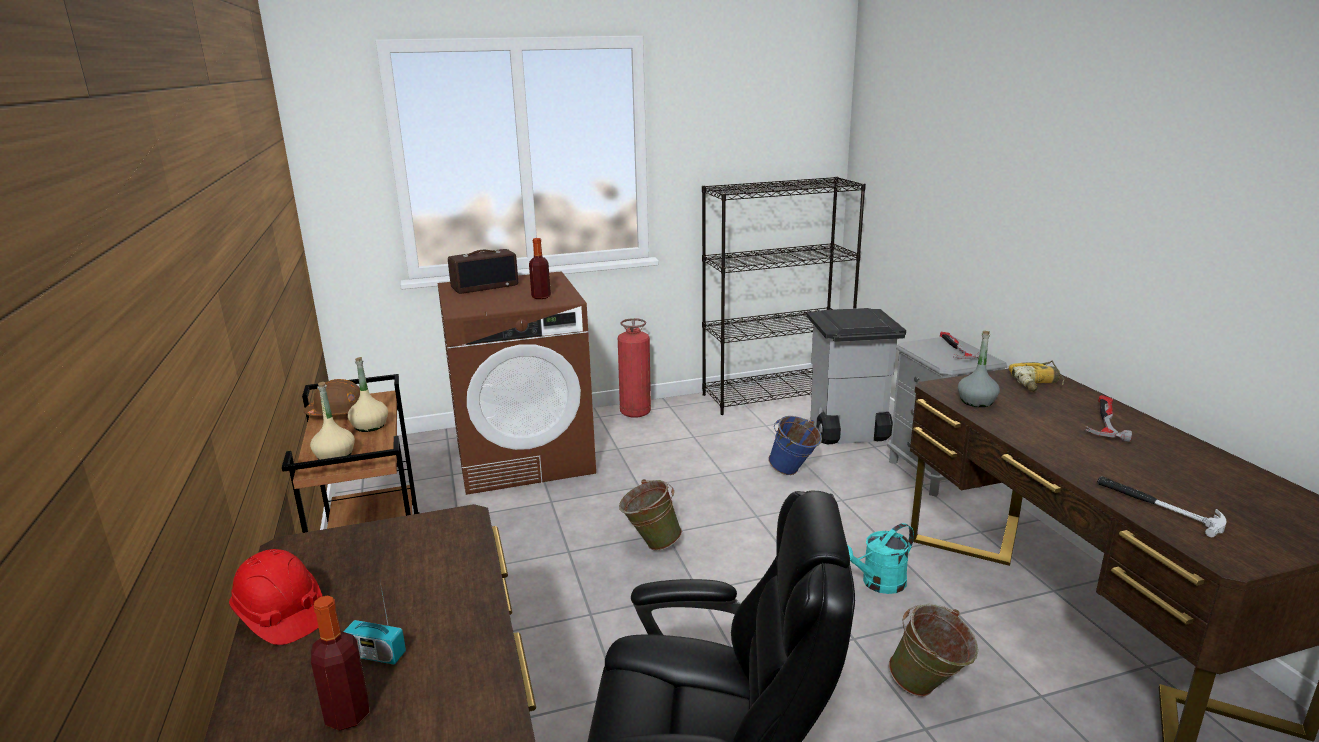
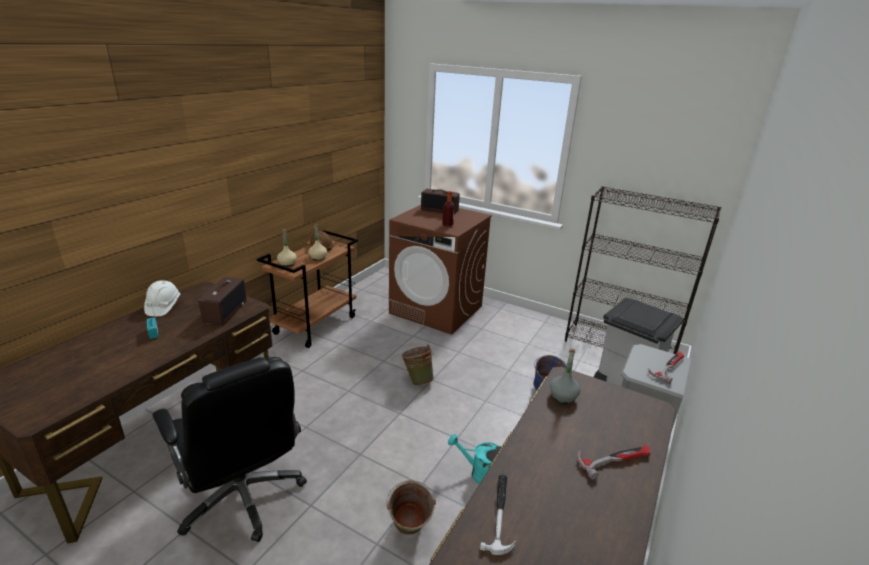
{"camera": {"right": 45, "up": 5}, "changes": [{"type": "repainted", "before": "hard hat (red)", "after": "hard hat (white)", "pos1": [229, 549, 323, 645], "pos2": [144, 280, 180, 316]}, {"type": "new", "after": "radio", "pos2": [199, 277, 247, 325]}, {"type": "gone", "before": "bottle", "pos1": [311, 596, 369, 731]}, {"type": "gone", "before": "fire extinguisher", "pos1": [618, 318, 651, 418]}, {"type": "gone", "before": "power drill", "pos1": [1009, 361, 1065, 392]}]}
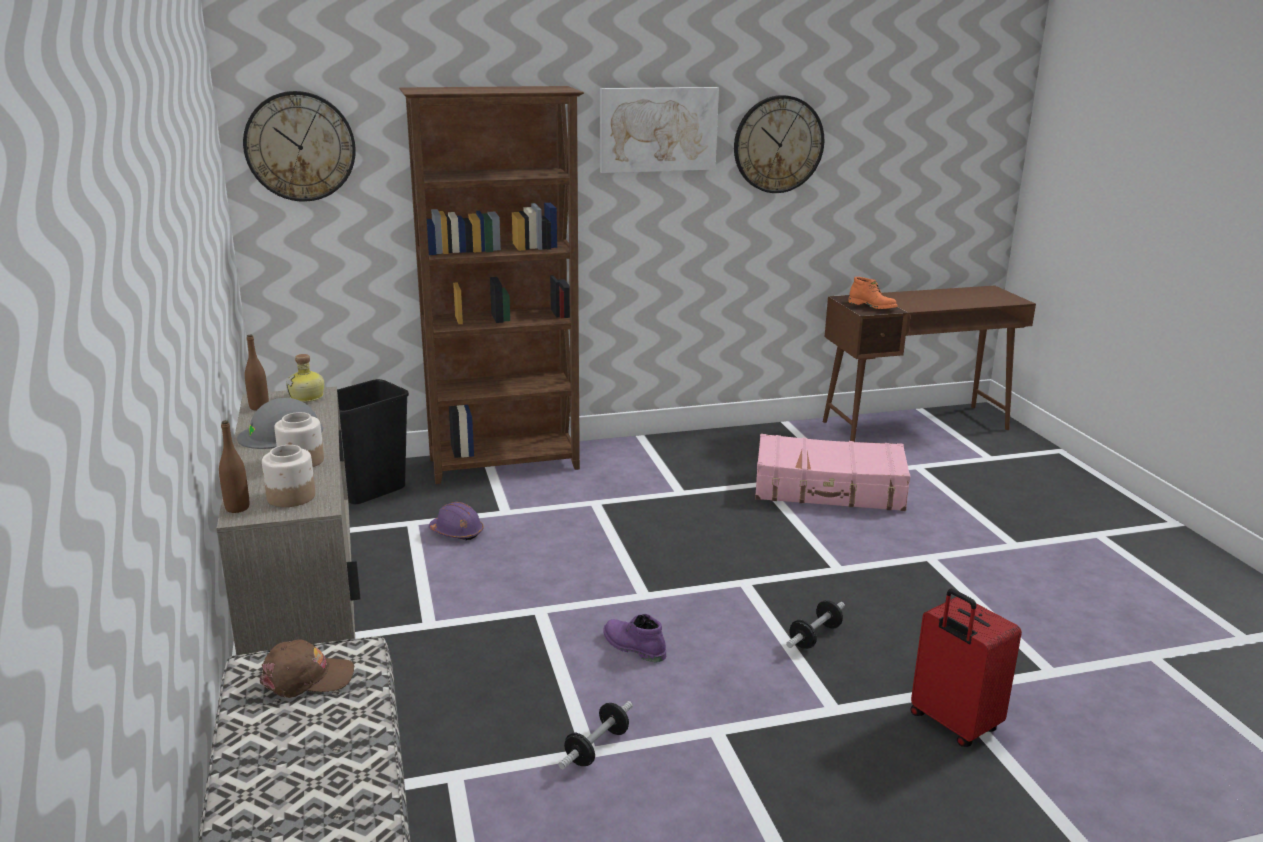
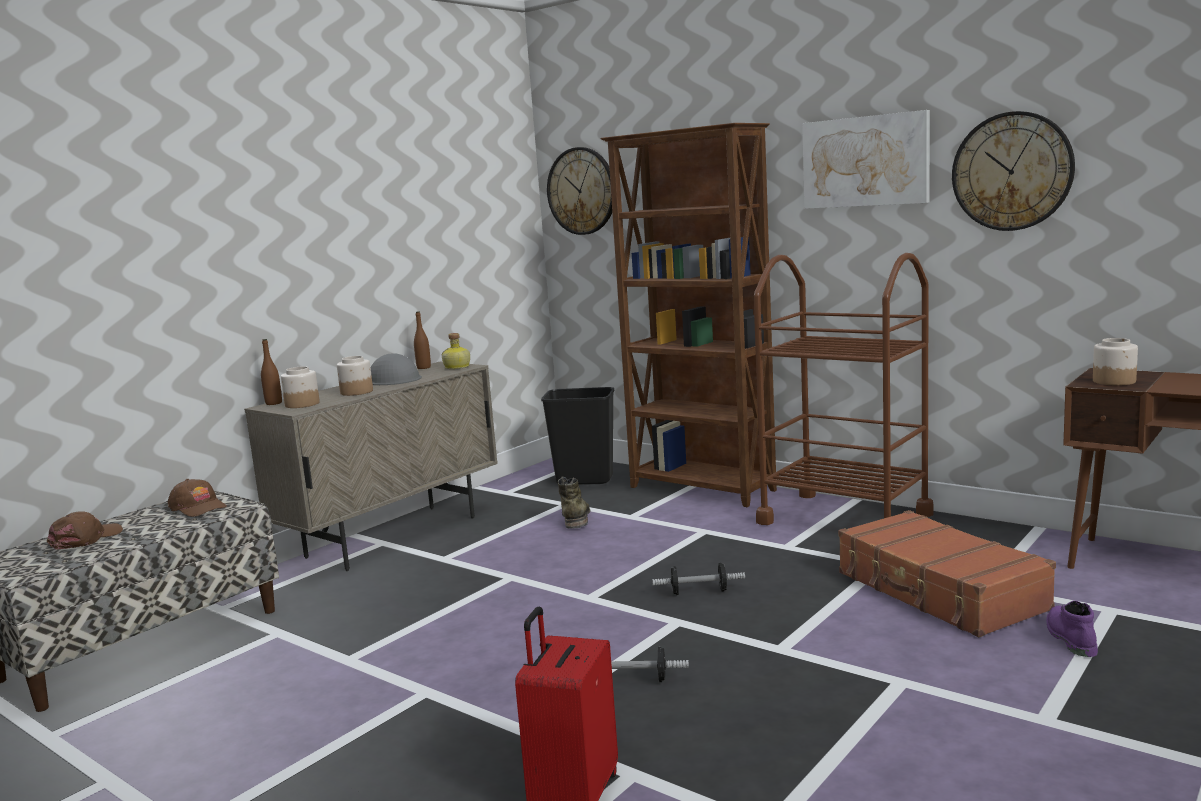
{"camera": {"right": 55, "up": -10}, "changes": [{"type": "new", "after": "cap (brown)", "pos2": [47, 511, 123, 550]}, {"type": "swapped", "before": "hard hat (purple)", "after": "boot (green)", "pos1": [429, 502, 484, 540], "pos2": [558, 476, 591, 529]}, {"type": "shifted", "before": "dumbbell", "pos1": [558, 701, 633, 769], "pos2": [652, 563, 745, 595]}, {"type": "new", "after": "cart (brown)", "pos2": [754, 253, 934, 525]}, {"type": "repainted", "before": "suitcase (pink)", "after": "suitcase (brown)", "pos1": [755, 434, 911, 511], "pos2": [838, 510, 1056, 637]}, {"type": "shifted", "before": "boot (purple)", "pos1": [603, 614, 666, 662], "pos2": [1047, 601, 1098, 657]}, {"type": "swapped", "before": "boot (orange)", "after": "jar", "pos1": [848, 277, 897, 309], "pos2": [1093, 338, 1138, 385]}]}
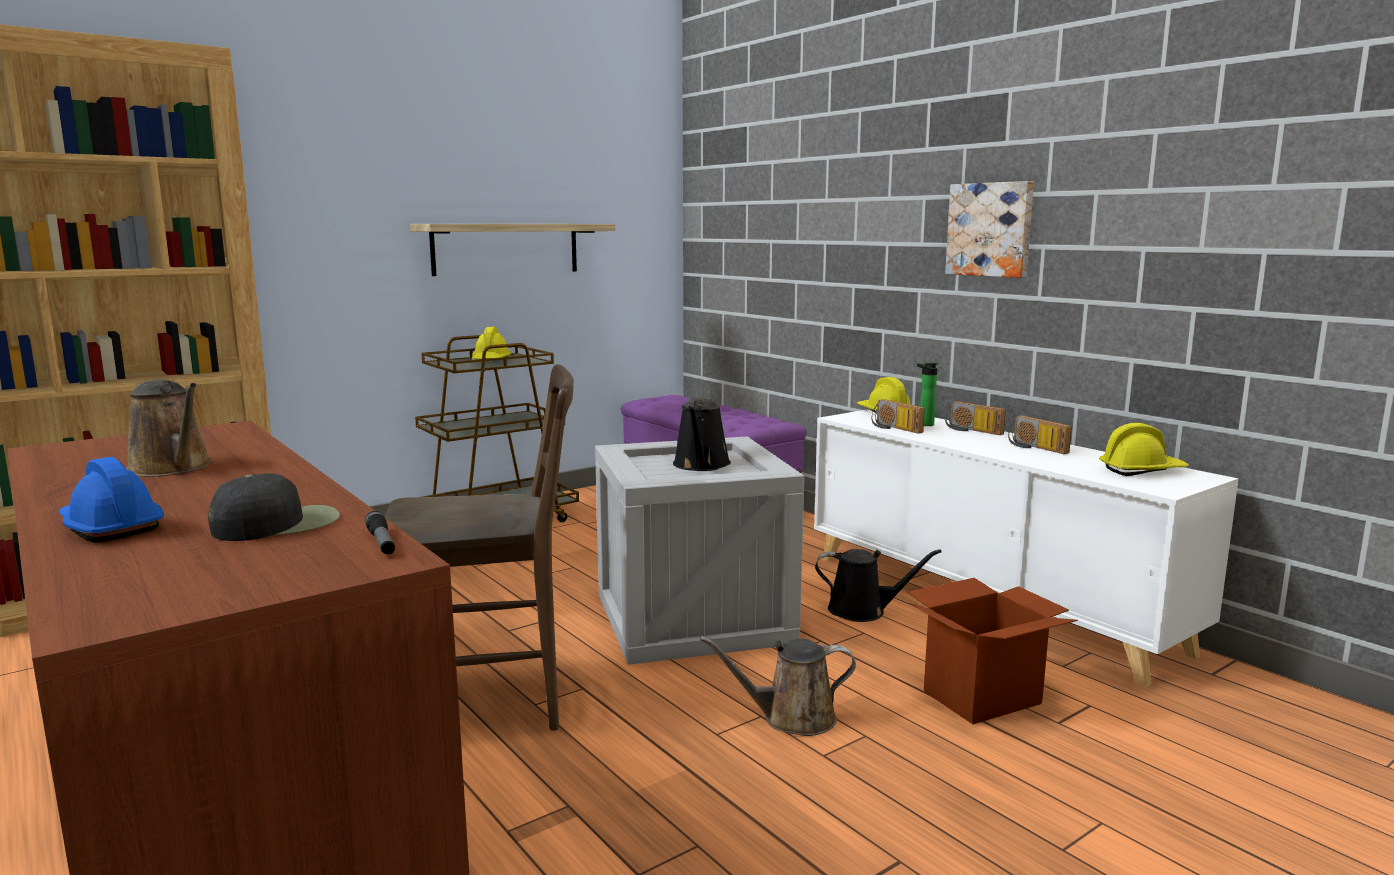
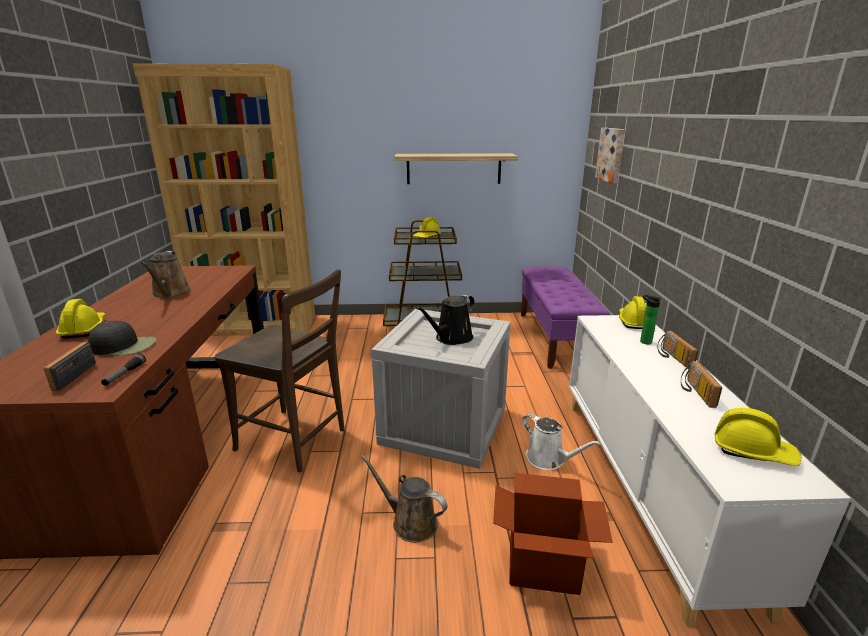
{"camera": {"right": 35, "up": 10}, "changes": [{"type": "shifted", "before": "radio", "pos1": [871, 399, 925, 434], "pos2": [43, 342, 96, 391]}, {"type": "repainted", "before": "hard hat (blue)", "after": "hard hat (yellow)", "pos1": [59, 457, 164, 543], "pos2": [56, 299, 105, 338]}, {"type": "repainted", "before": "watering can (black)", "after": "watering can (white)", "pos1": [815, 549, 942, 622], "pos2": [522, 413, 600, 470]}, {"type": "shifted", "before": "picture", "pos1": [945, 181, 1034, 278], "pos2": [595, 128, 625, 184]}]}
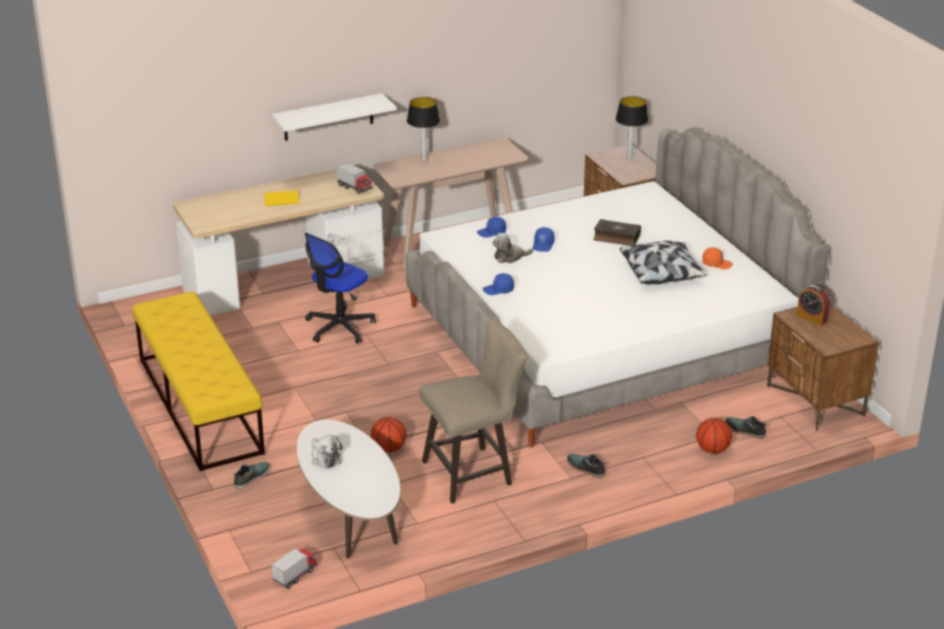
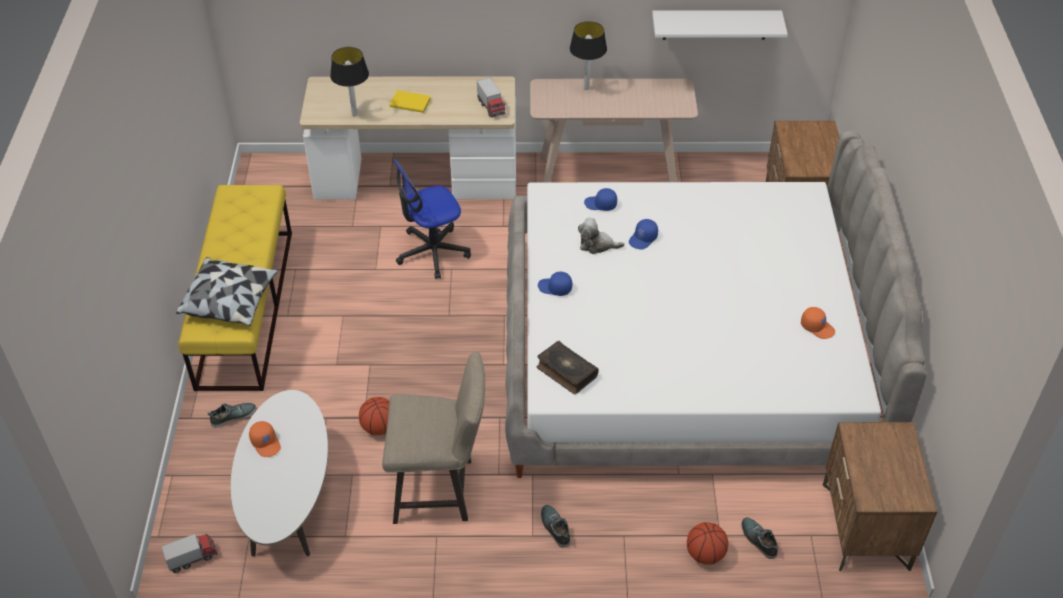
{"camera": {"right": 25, "up": 15}, "changes": [{"type": "shifted", "before": "pillow", "pos1": [620, 241, 707, 285], "pos2": [176, 257, 278, 326]}, {"type": "swapped", "before": "plush toy", "after": "cap (orange)", "pos1": [312, 435, 342, 469], "pos2": [249, 421, 281, 457]}, {"type": "shifted", "before": "table lamp", "pos1": [616, 96, 648, 159], "pos2": [330, 47, 369, 117]}, {"type": "shifted", "before": "book", "pos1": [593, 219, 641, 246], "pos2": [537, 341, 599, 395]}, {"type": "shifted", "before": "shelf (white)", "pos1": [272, 93, 397, 141], "pos2": [652, 10, 788, 40]}, {"type": "gone", "before": "alarm clock", "pos1": [797, 285, 830, 326]}]}
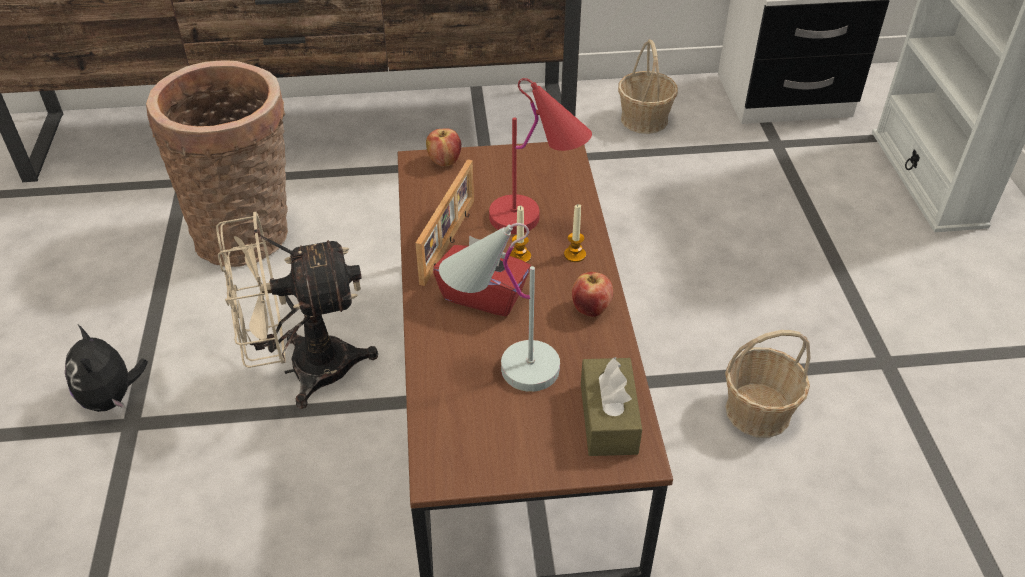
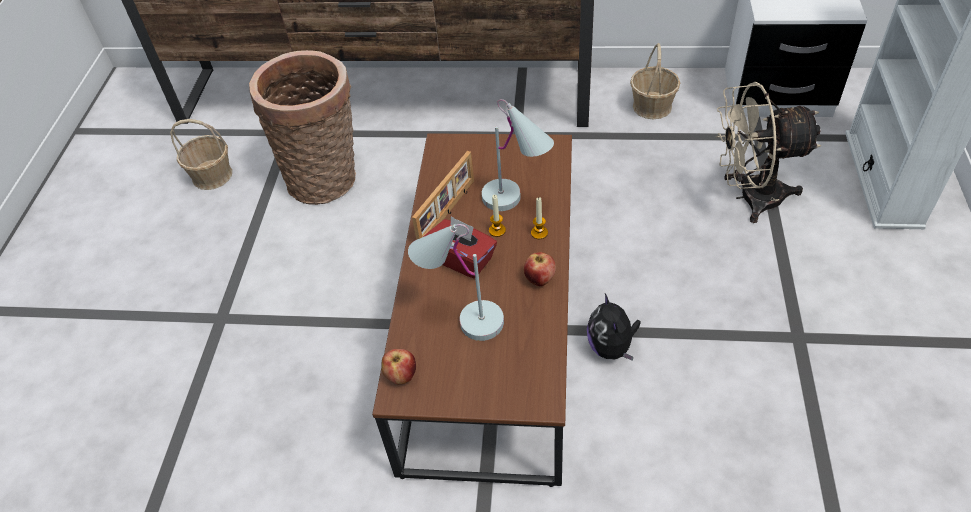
{"camera": {"right": 15, "up": 5}, "changes": [{"type": "shifted", "before": "basket", "pos1": [725, 330, 811, 438], "pos2": [170, 119, 232, 190]}, {"type": "shifted", "before": "apple", "pos1": [426, 128, 461, 167], "pos2": [381, 349, 416, 384]}, {"type": "repainted", "before": "table lamp (red)", "after": "table lamp (white)", "pos1": [489, 78, 592, 234], "pos2": [482, 99, 554, 211]}, {"type": "shifted", "before": "plush toy", "pos1": [65, 325, 148, 412], "pos2": [587, 293, 641, 361]}, {"type": "shifted", "before": "fan (beige)", "pos1": [216, 212, 378, 409], "pos2": [716, 82, 821, 223]}, {"type": "gone", "before": "tissue box (brown)", "pos1": [581, 356, 642, 456]}]}
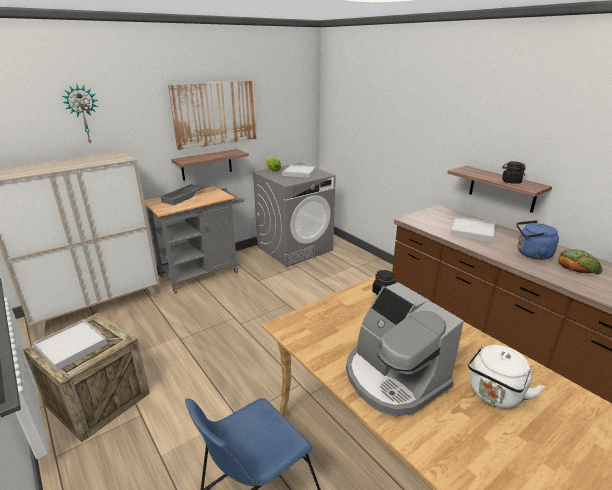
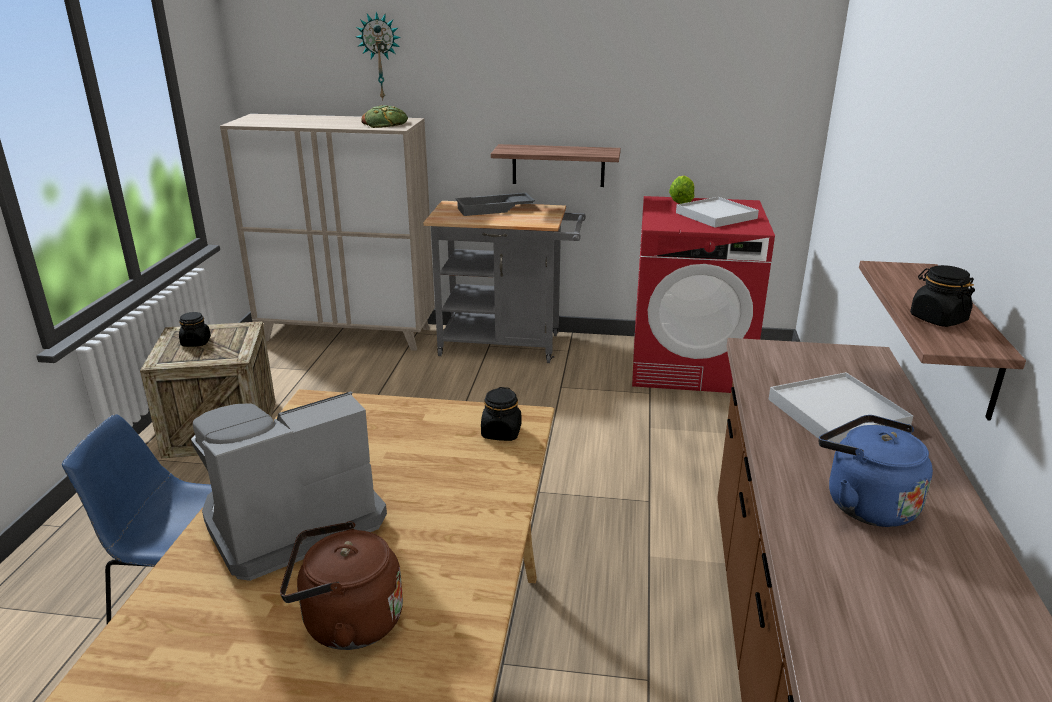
{"camera": {"right": 45, "up": 0}, "changes": [{"type": "swapped", "before": "tray (white)", "after": "jar (black)", "pos1": [34, 319, 108, 371], "pos2": [179, 312, 211, 347]}, {"type": "rotated", "before": "coffee machine", "pos1": [346, 282, 464, 417], "pos2": [191, 391, 387, 581], "turn": 45}, {"type": "repainted", "before": "kettle (white)", "after": "kettle (brown)", "pos1": [468, 345, 545, 408], "pos2": [280, 521, 403, 650]}, {"type": "shifted", "before": "bread", "pos1": [558, 249, 602, 275], "pos2": [361, 105, 408, 128]}, {"type": "repainted", "before": "washing machine (grey)", "after": "washing machine (red)", "pos1": [252, 163, 336, 267], "pos2": [632, 196, 775, 393]}, {"type": "gone", "before": "picture", "pos1": [168, 80, 257, 150]}]}
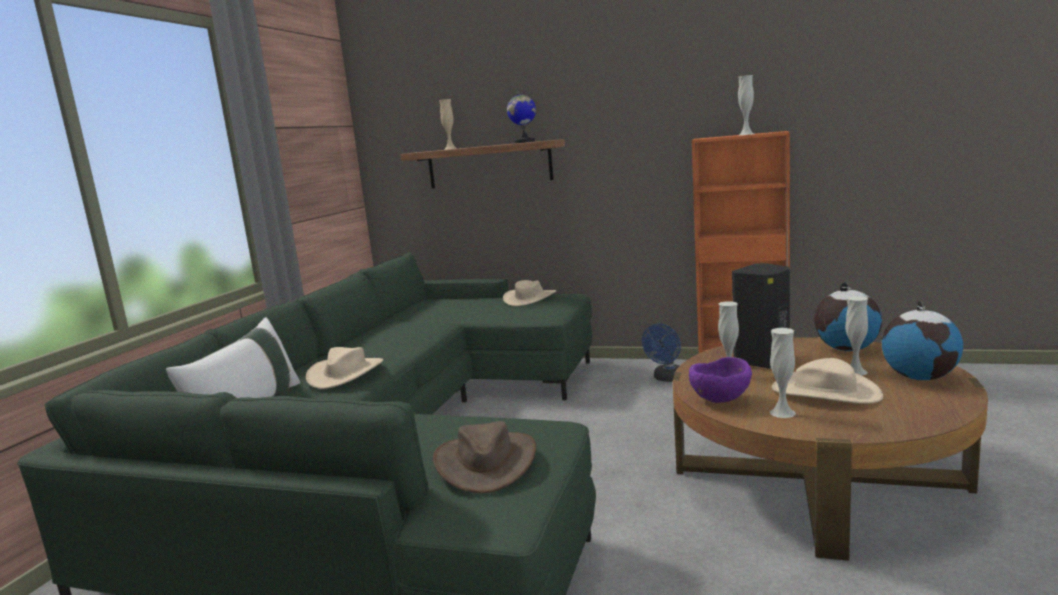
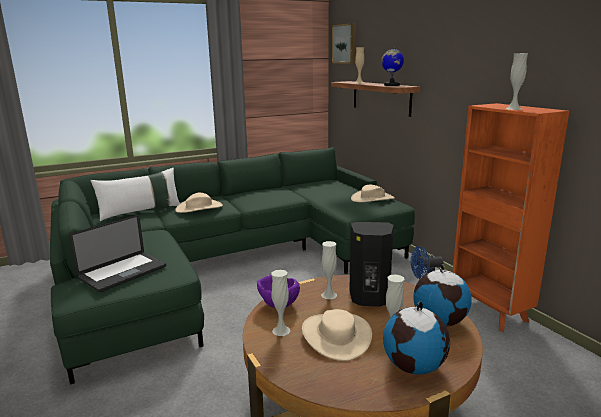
{"camera": {"right": 45, "up": 5}, "changes": [{"type": "swapped", "before": "hat (brown)", "after": "laptop", "pos1": [433, 421, 536, 493], "pos2": [69, 215, 166, 292]}, {"type": "new", "after": "picture", "pos2": [332, 23, 356, 64]}]}
